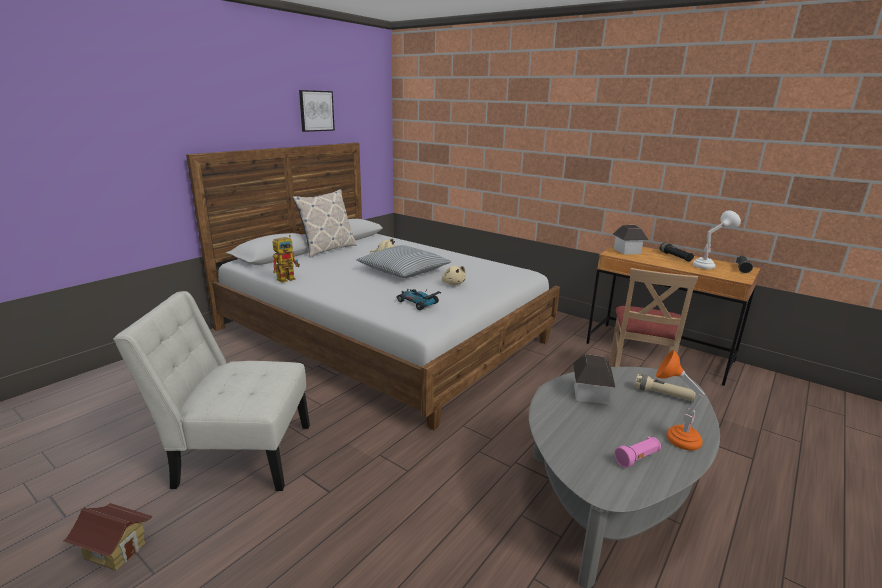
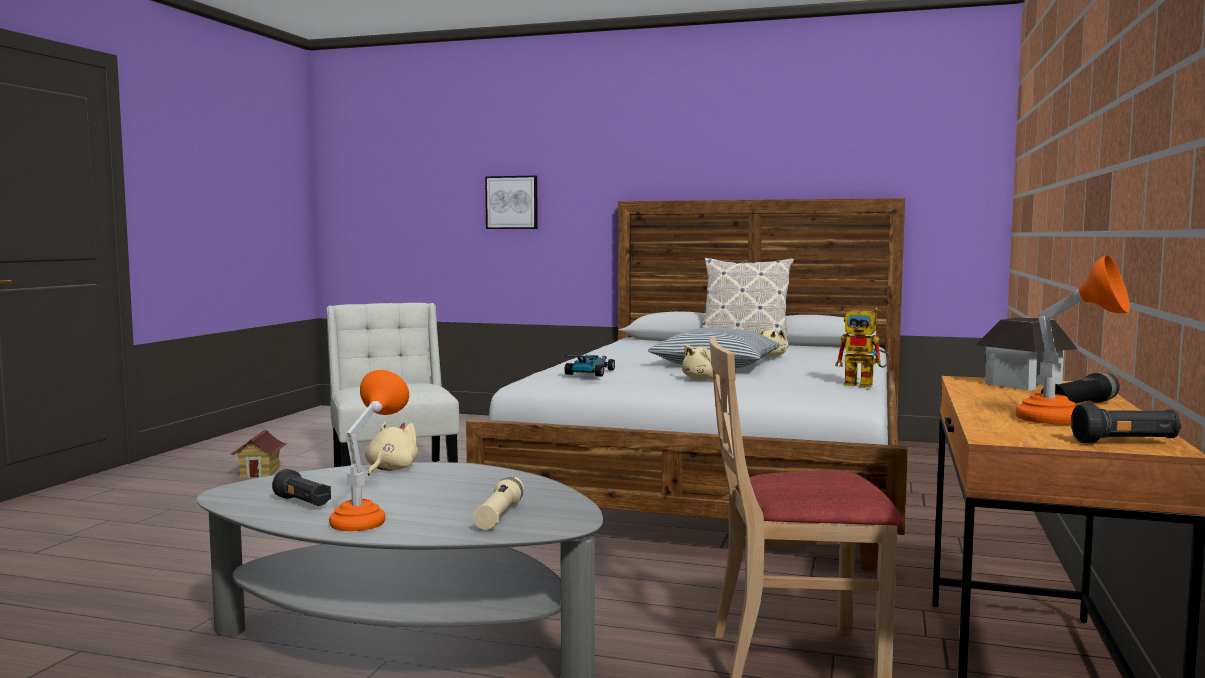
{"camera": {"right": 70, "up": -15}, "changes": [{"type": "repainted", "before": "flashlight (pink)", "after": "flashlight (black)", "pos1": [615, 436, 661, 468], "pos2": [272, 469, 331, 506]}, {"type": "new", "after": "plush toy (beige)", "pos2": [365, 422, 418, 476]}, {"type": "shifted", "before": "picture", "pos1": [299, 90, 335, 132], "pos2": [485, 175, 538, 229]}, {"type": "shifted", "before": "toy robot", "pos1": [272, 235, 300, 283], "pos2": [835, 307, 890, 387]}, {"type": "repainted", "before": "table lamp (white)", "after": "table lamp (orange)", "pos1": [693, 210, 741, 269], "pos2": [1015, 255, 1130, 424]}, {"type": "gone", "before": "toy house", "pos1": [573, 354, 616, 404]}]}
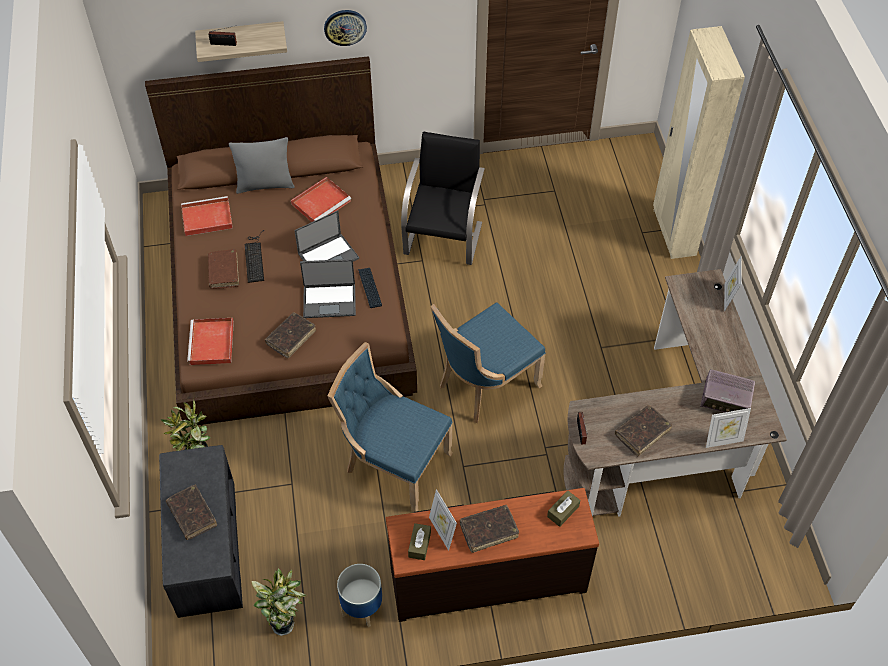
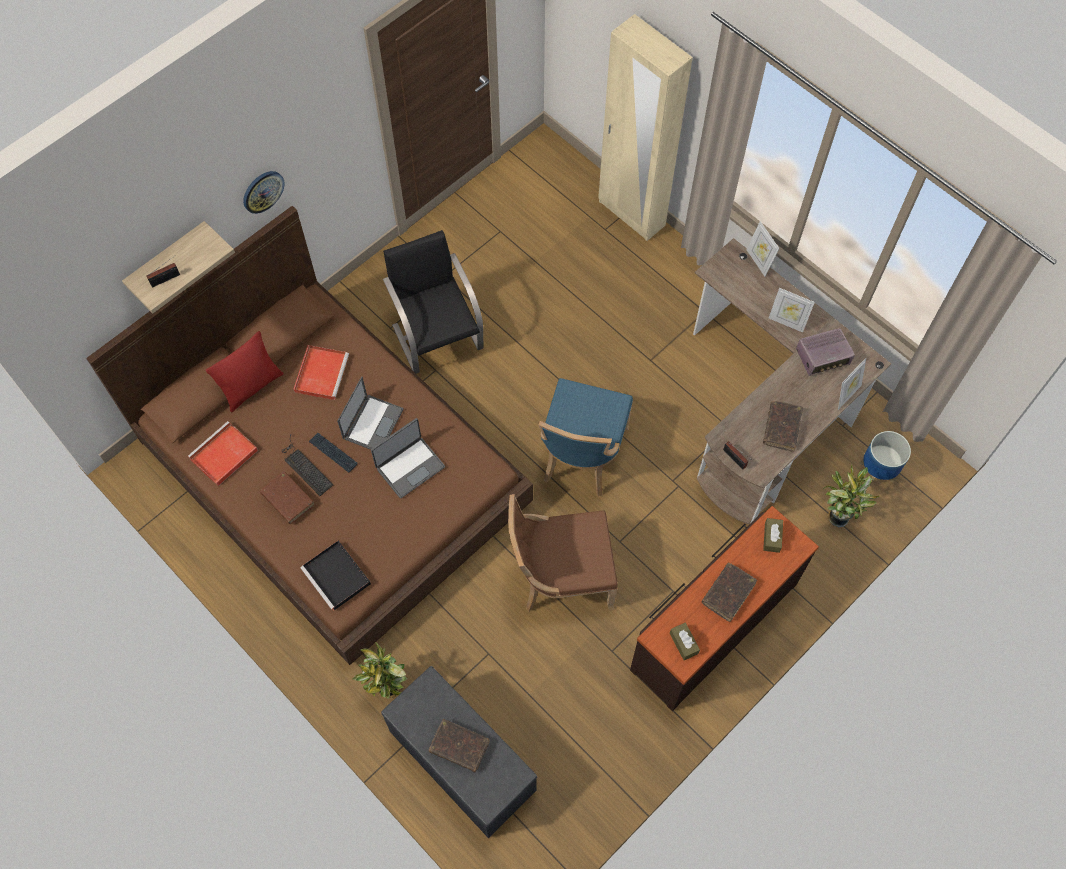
{"camera": {"right": -35, "up": 10}, "changes": [{"type": "repainted", "before": "pillow (grey)", "after": "pillow (red)", "pos1": [229, 137, 295, 194], "pos2": [206, 331, 283, 413]}, {"type": "repainted", "before": "tray (red)", "after": "tray (black)", "pos1": [187, 318, 234, 365], "pos2": [301, 541, 371, 610]}, {"type": "shifted", "before": "keyboard", "pos1": [358, 268, 382, 308], "pos2": [309, 433, 358, 473]}, {"type": "repainted", "before": "chair (blue)", "after": "chair (brown)", "pos1": [328, 342, 453, 513], "pos2": [508, 494, 618, 612]}, {"type": "shifted", "before": "picture frame", "pos1": [429, 489, 457, 551], "pos2": [769, 288, 815, 332]}, {"type": "shifted", "before": "potted plant", "pos1": [252, 568, 307, 636], "pos2": [824, 464, 879, 527]}, {"type": "shifted", "before": "planter", "pos1": [337, 564, 383, 627], "pos2": [860, 431, 911, 487]}, {"type": "gone", "before": "book (brown)", "pos1": [265, 312, 316, 359]}]}
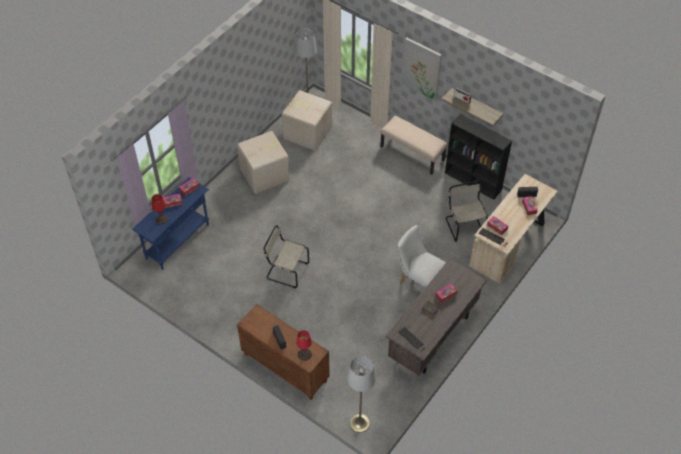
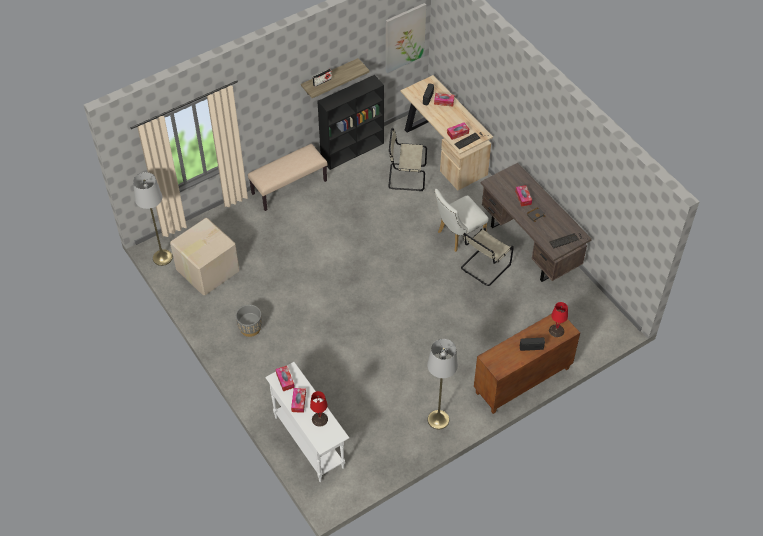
{"camera": {"right": -70, "up": 0}, "changes": [{"type": "swapped", "before": "cardboard box", "after": "planter (grey)", "pos1": [237, 131, 290, 194], "pos2": [236, 305, 262, 337]}, {"type": "repainted", "before": "console table (blue)", "after": "console table (white)", "pos1": [132, 177, 209, 270], "pos2": [265, 362, 349, 482]}, {"type": "shifted", "before": "picture", "pos1": [402, 37, 442, 101], "pos2": [386, 3, 426, 73]}, {"type": "shifted", "before": "floor lamp (grey)", "pos1": [348, 356, 375, 433], "pos2": [427, 339, 458, 429]}, {"type": "shifted", "before": "chair (beige)", "pos1": [264, 225, 309, 288], "pos2": [461, 228, 514, 286]}]}
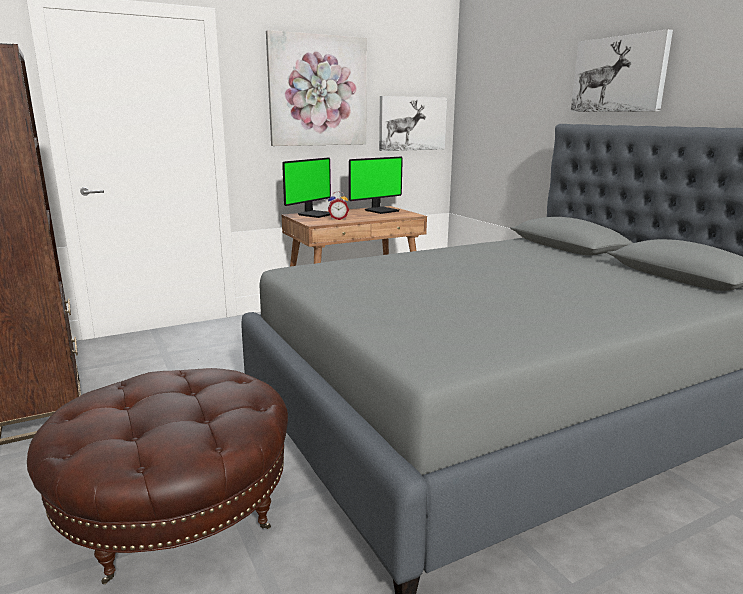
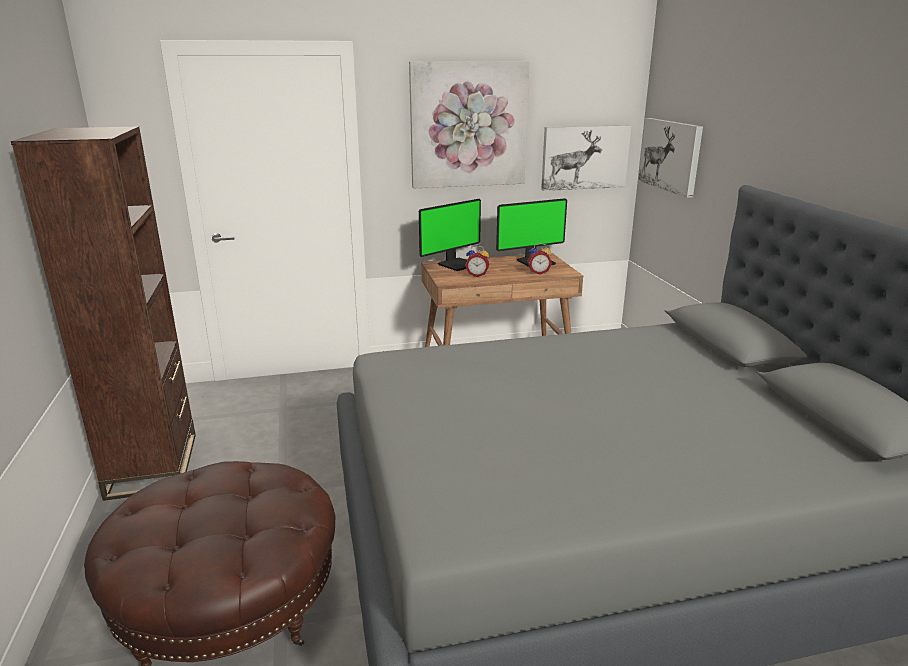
{"camera": {"right": 15, "up": 5}, "changes": [{"type": "new", "after": "alarm clock", "pos2": [527, 243, 552, 275]}, {"type": "shifted", "before": "picture", "pos1": [571, 29, 673, 112], "pos2": [638, 118, 703, 198]}]}
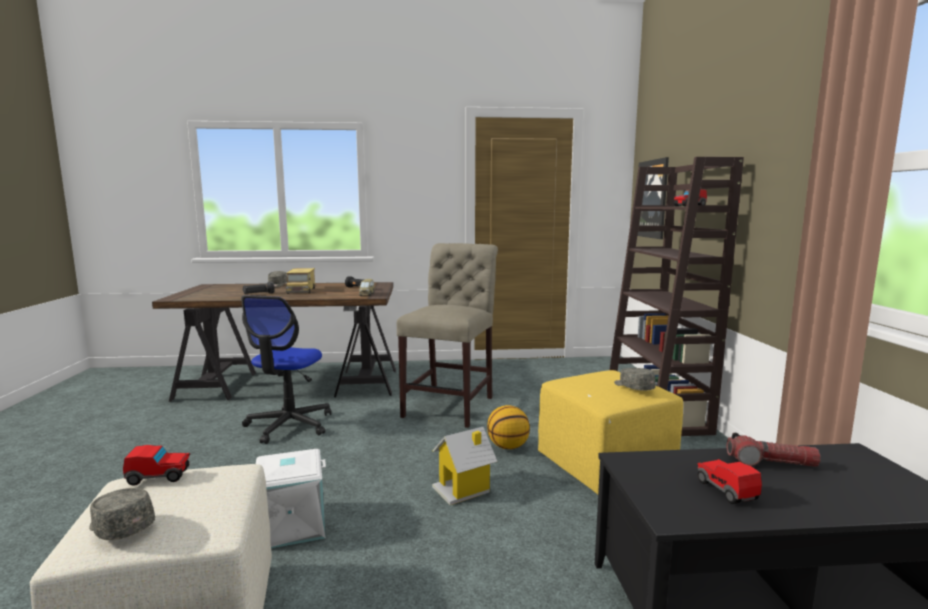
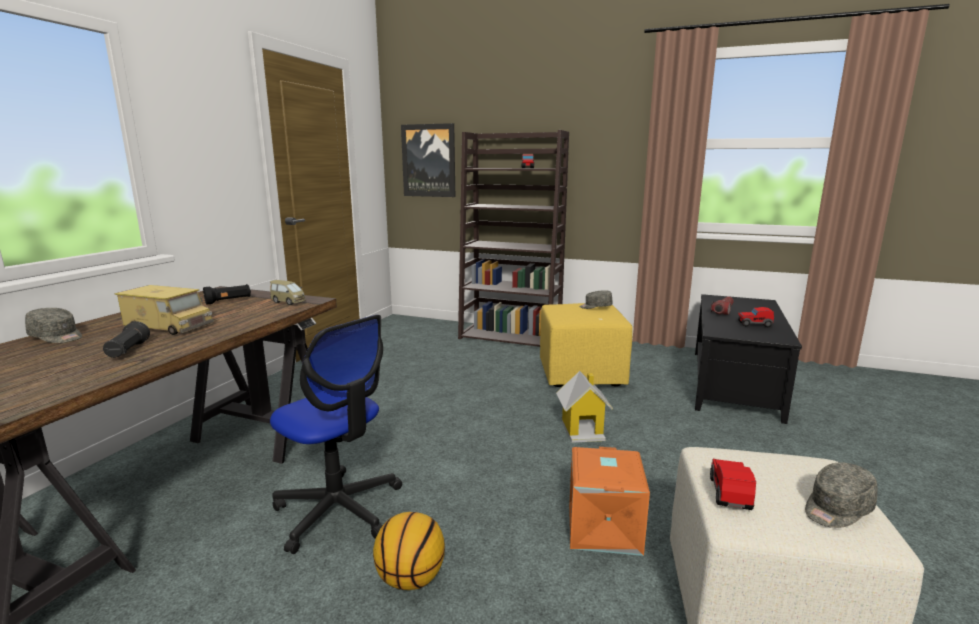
{"camera": {"right": -65, "up": 5}, "changes": [{"type": "shifted", "before": "basketball", "pos1": [487, 405, 530, 449], "pos2": [373, 512, 445, 590]}, {"type": "repainted", "before": "storage box (white)", "after": "storage box (orange)", "pos1": [256, 449, 326, 548], "pos2": [569, 447, 650, 556]}, {"type": "gone", "before": "chair (beige)", "pos1": [397, 243, 498, 428]}]}
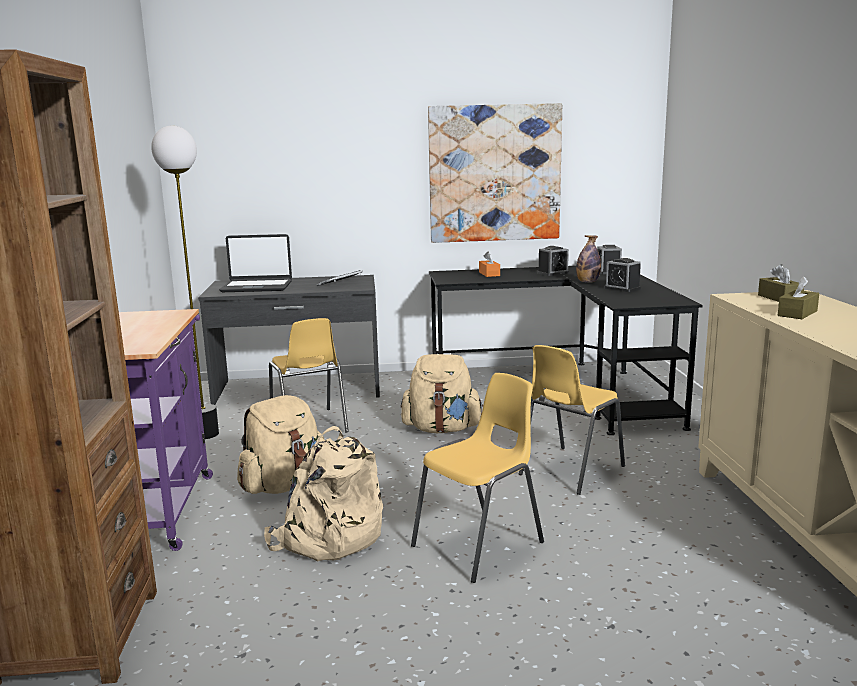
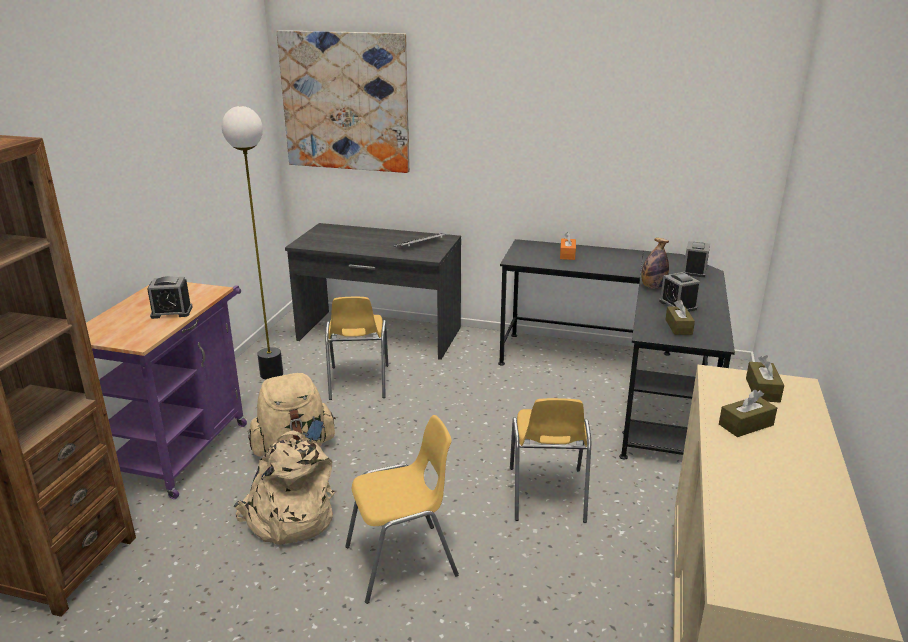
{"camera": {"right": 20, "up": 10}, "changes": [{"type": "shifted", "before": "alarm clock", "pos1": [537, 246, 569, 276], "pos2": [147, 276, 193, 319]}, {"type": "shifted", "before": "picture", "pos1": [428, 103, 562, 243], "pos2": [277, 30, 410, 173]}, {"type": "rotated", "before": "chair (yellow)", "pos1": [519, 345, 625, 495], "pos2": [510, 398, 591, 523], "turn": -60}, {"type": "new", "after": "tissue box (brown)", "pos2": [665, 300, 695, 335]}, {"type": "gone", "before": "laptop", "pos1": [219, 234, 292, 292]}, {"type": "gone", "before": "backpack (beige)", "pos1": [401, 354, 483, 433]}]}
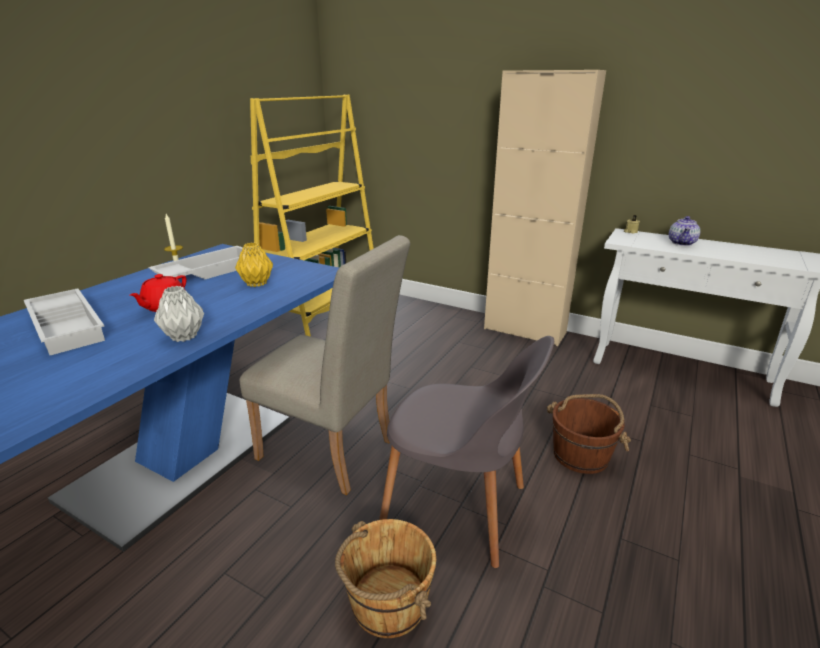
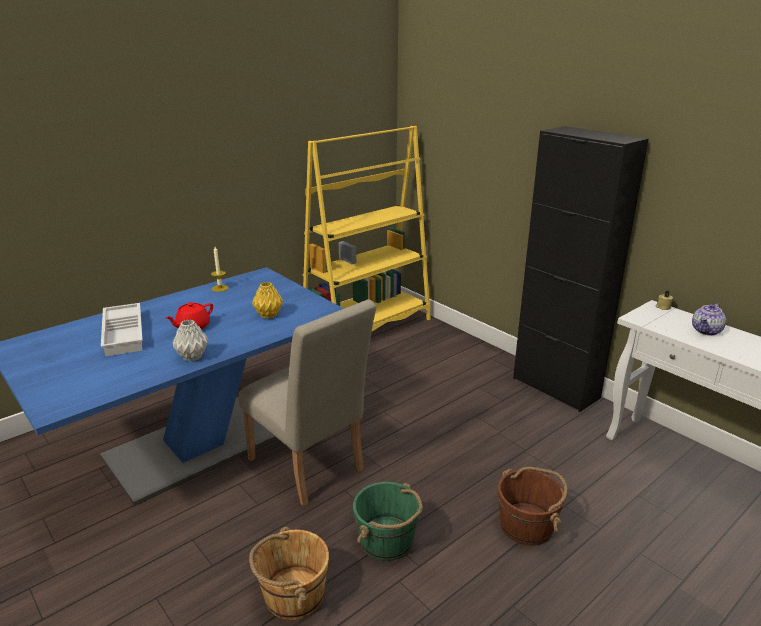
{"camera": {"right": 20, "up": 0}, "changes": [{"type": "swapped", "before": "chair (grey)", "after": "bucket (green)", "pos1": [379, 336, 554, 568], "pos2": [353, 482, 423, 561]}, {"type": "repainted", "before": "cabinet (beige)", "after": "cabinet (black)", "pos1": [484, 70, 606, 346], "pos2": [513, 126, 649, 412]}, {"type": "gone", "before": "tray (white)", "pos1": [149, 246, 243, 279]}]}
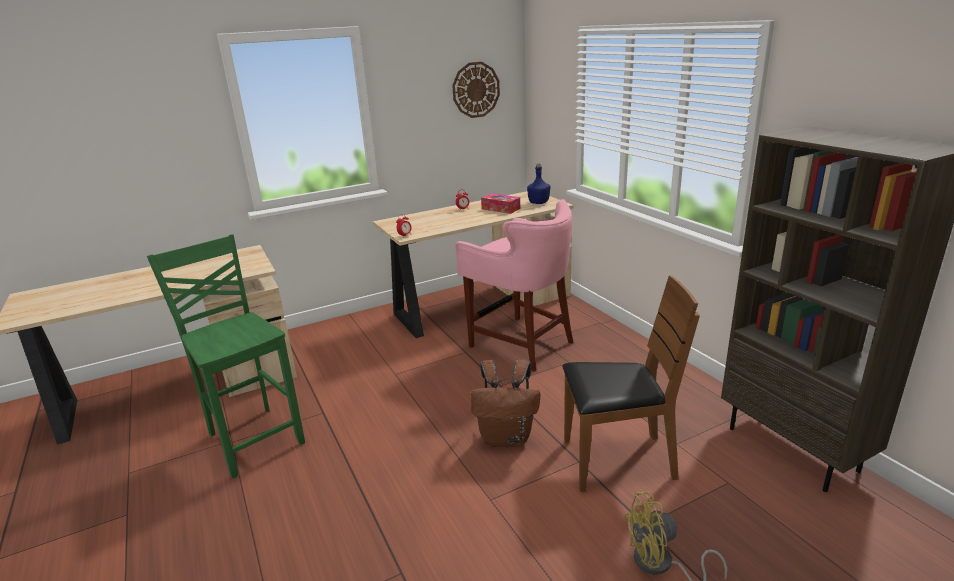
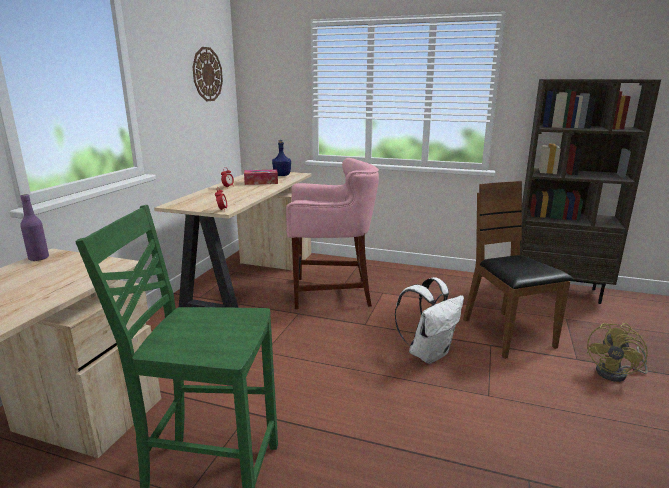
{"camera": {"right": -45, "up": -5}, "changes": [{"type": "new", "after": "bottle (purple)", "pos2": [20, 194, 49, 261]}, {"type": "repainted", "before": "backpack (brown)", "after": "backpack (white)", "pos1": [471, 359, 540, 447], "pos2": [394, 277, 464, 364]}, {"type": "rotated", "before": "chair (brown)", "pos1": [562, 276, 700, 492], "pos2": [463, 181, 573, 359], "turn": -60}]}
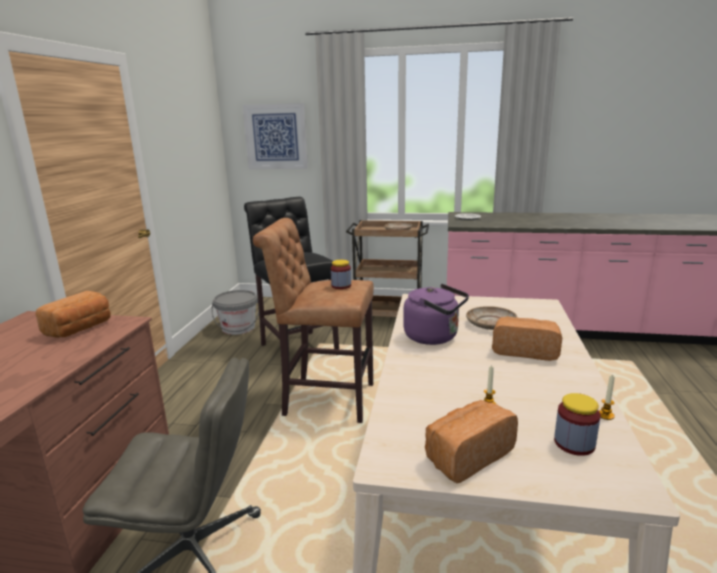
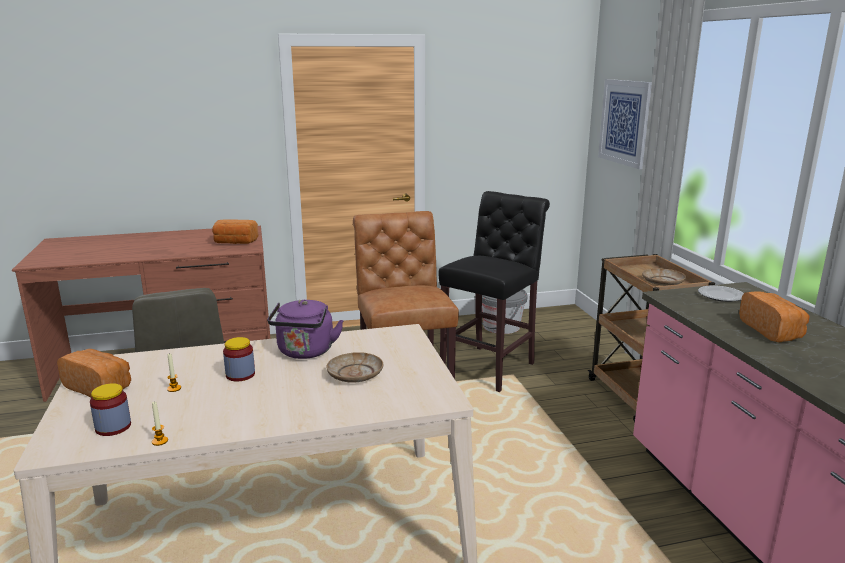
{"camera": {"right": 65, "up": 0}, "changes": [{"type": "shifted", "before": "jar", "pos1": [331, 260, 351, 289], "pos2": [223, 337, 255, 382]}, {"type": "shifted", "before": "bread", "pos1": [492, 316, 562, 361], "pos2": [739, 292, 810, 343]}]}
